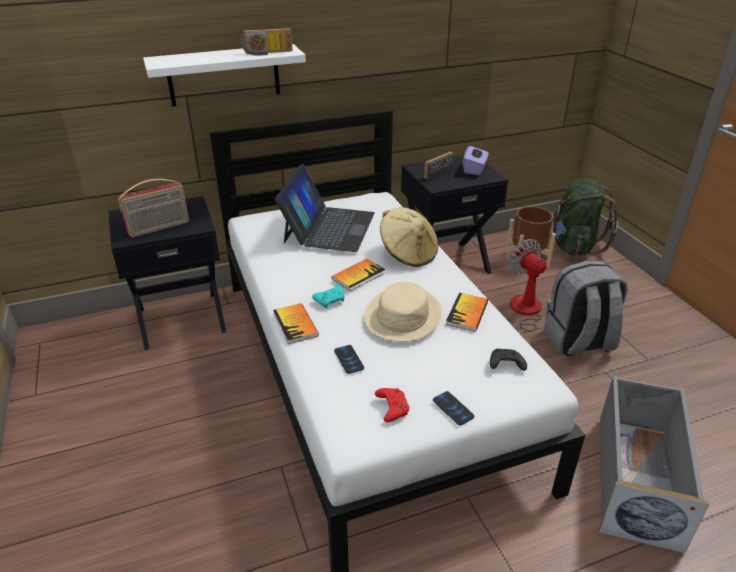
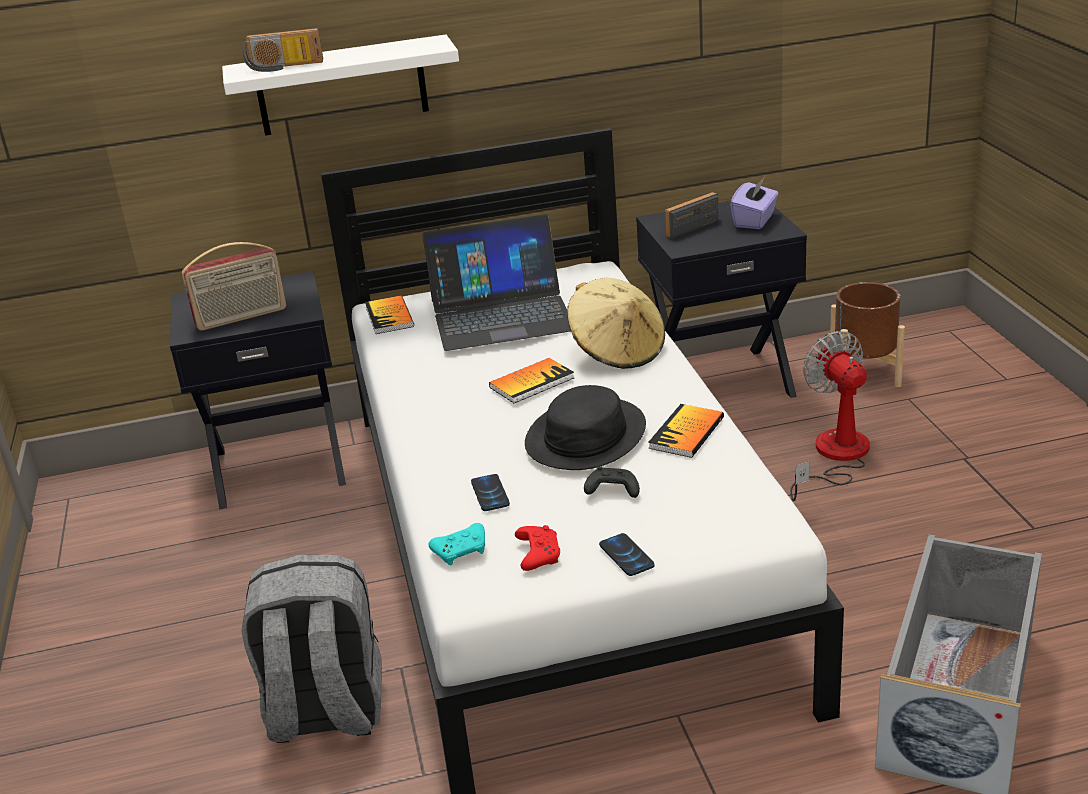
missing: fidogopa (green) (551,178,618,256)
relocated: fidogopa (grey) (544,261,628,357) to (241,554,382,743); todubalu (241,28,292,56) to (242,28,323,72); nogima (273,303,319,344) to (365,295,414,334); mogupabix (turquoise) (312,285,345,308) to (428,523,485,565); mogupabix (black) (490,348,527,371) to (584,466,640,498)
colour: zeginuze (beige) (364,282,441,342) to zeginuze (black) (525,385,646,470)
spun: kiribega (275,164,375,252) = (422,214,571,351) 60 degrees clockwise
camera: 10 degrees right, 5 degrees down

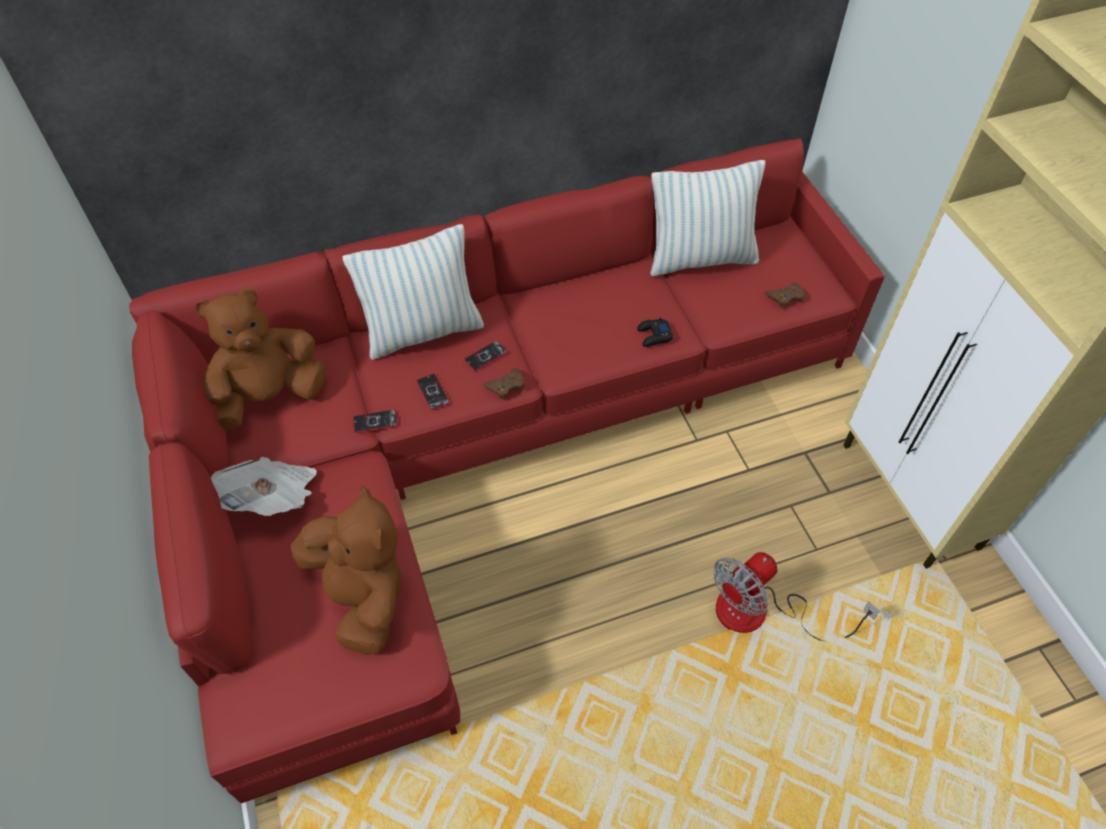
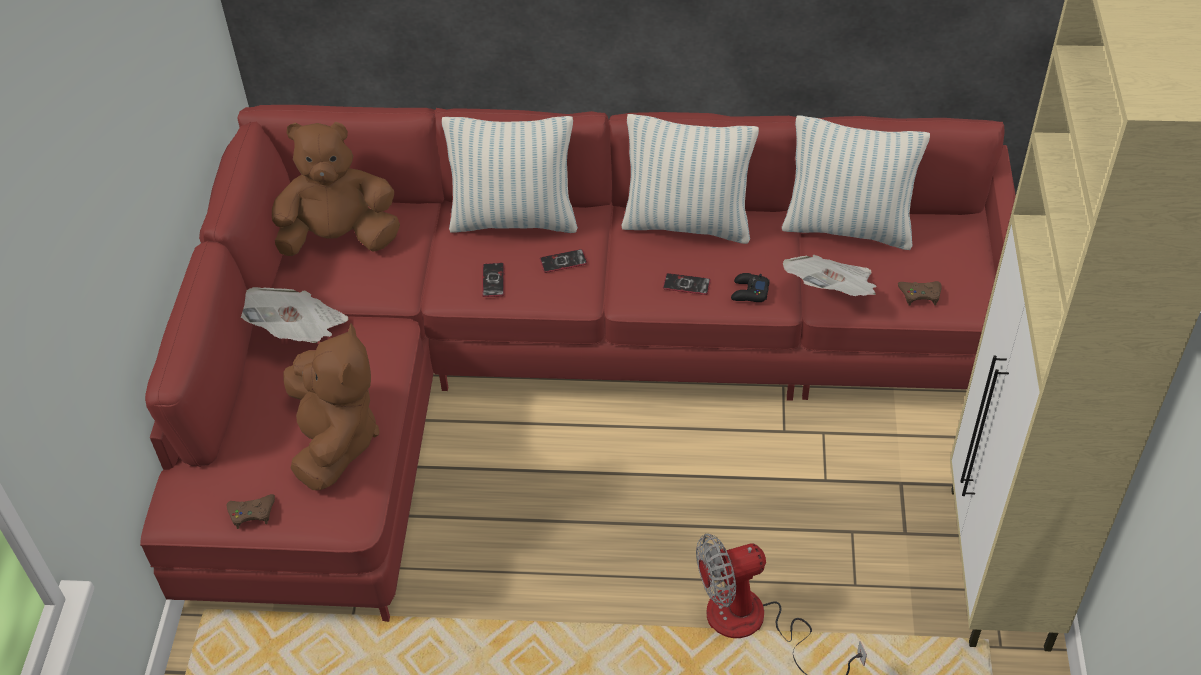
appeared: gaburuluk (621,114,759,244); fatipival (783,255,876,296)
relocated: mogupabix (brown) (484,368,525,400) to (227,494,275,529); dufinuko (353,410,398,433) to (663,273,711,295)
camera: 25 degrees right, 5 degrees down

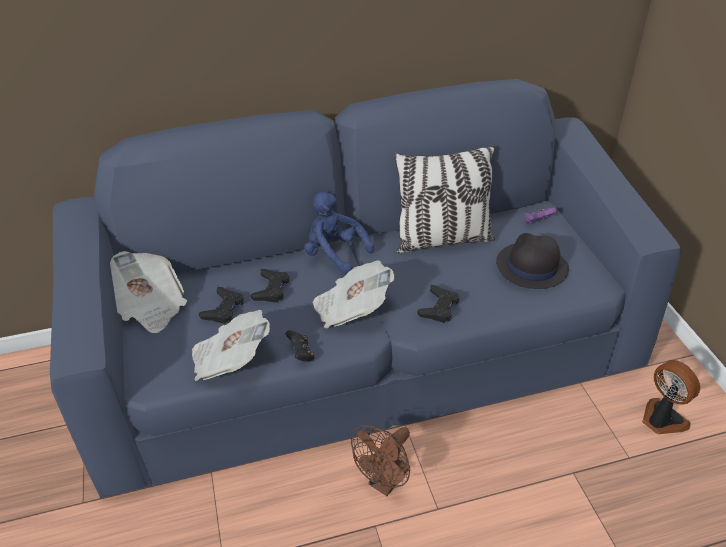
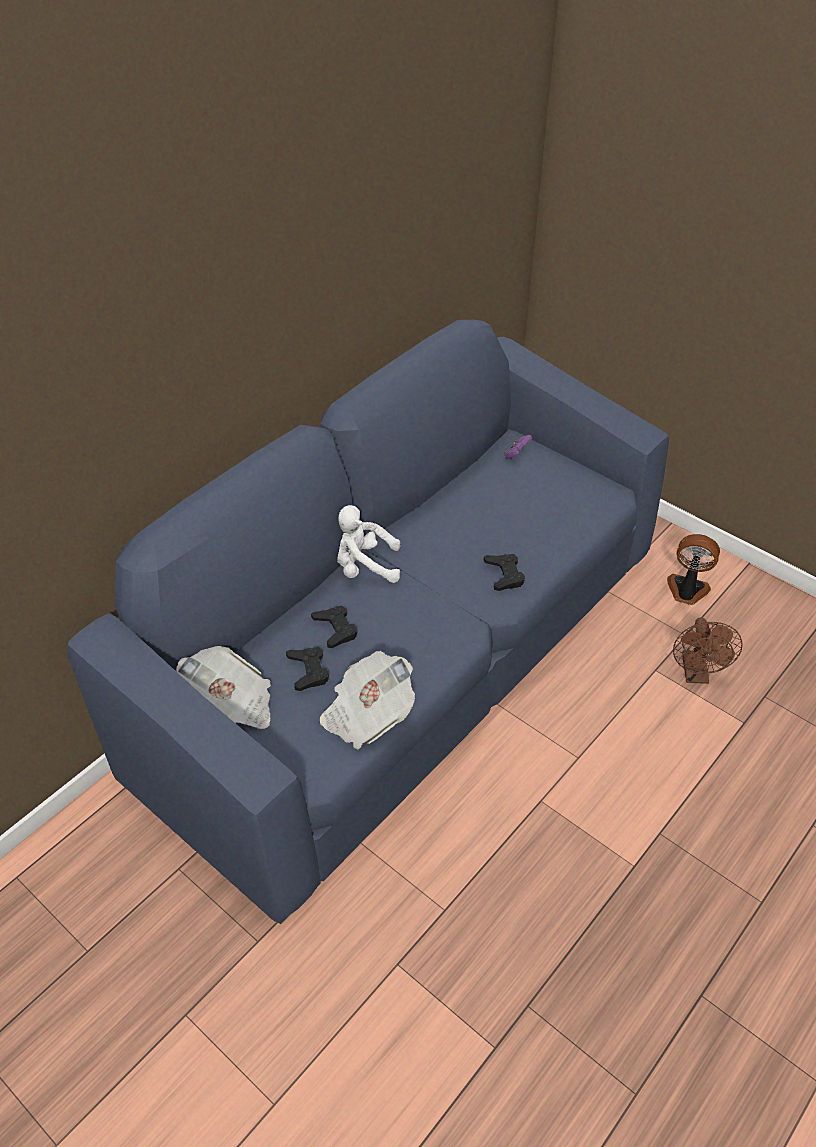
missing: mogupabix (black) (285,330,315,362); fatipival (313,261,394,329); gaburuluk (394,145,495,253); zeginuze (black) (496,233,569,289)
relocated: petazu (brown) (351,425,410,496) to (673,617,743,684)
colour: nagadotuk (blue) (304,192,374,275) to nagadotuk (white) (337,505,400,583)
camera: 35 degrees left, 5 degrees up

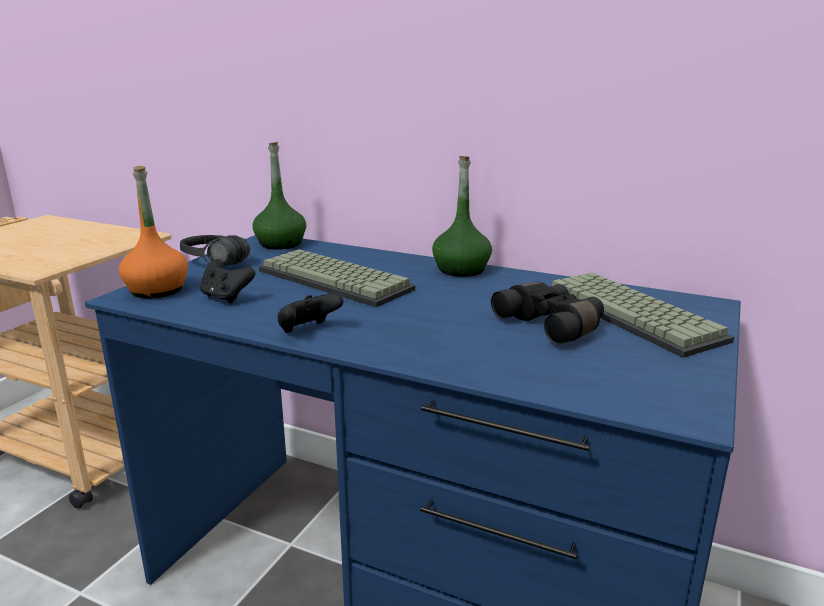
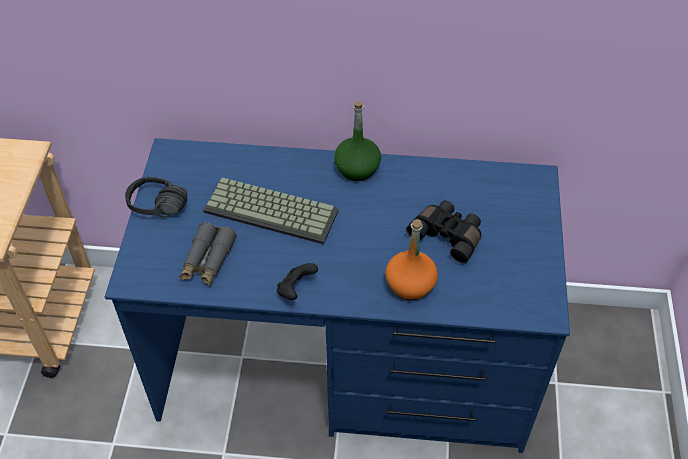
missing: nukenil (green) (253,142,306,250); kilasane (549,273,734,358)
relocated: nukenil (orange) (119,166,188,298) to (385,219,438,300)
exchanged: mogupabix (black) (200,259,255,304) to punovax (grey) (180,223,237,286)
camera: 20 degrees left, 30 degrees up

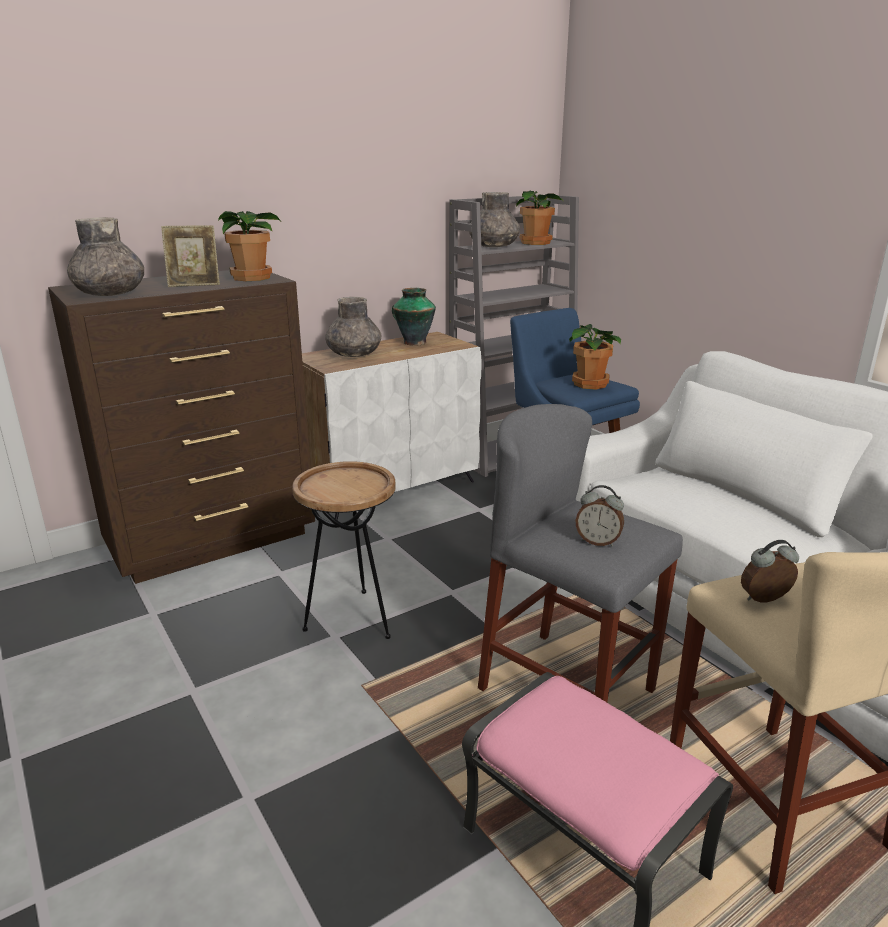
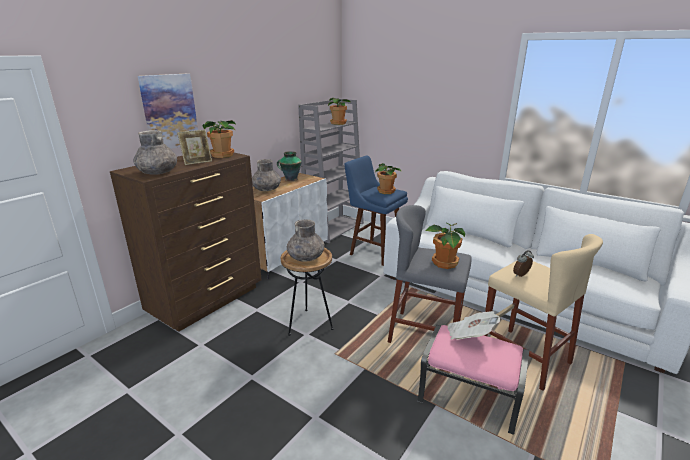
appeared: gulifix (138,73,198,149); fatipival (447,311,500,340)
relocated: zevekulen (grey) (469,192,520,247) to (287,219,325,262)
exchanged: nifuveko (575,485,624,546) to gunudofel (426,222,465,269)
camera: 20 degrees left, 0 degrees up

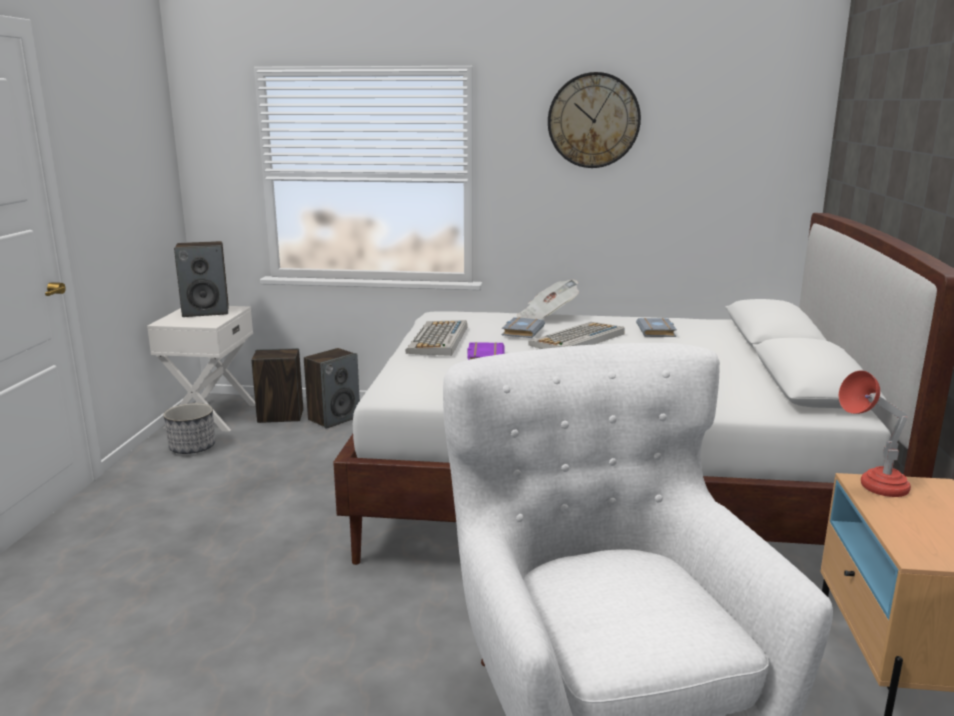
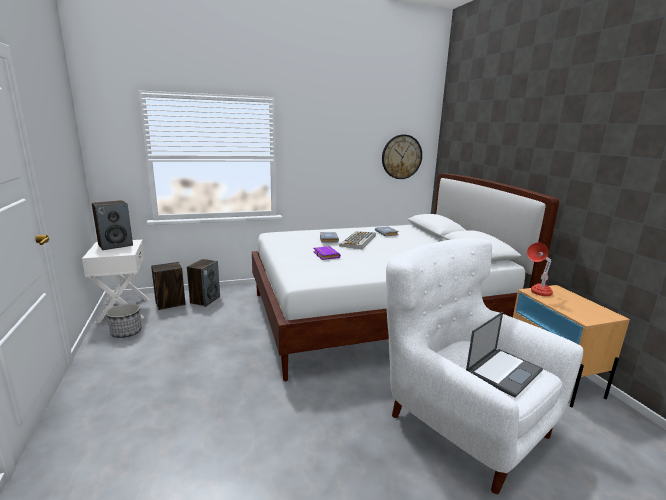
missing: kilasane (405,320,467,356); fatipival (517,280,579,319)
appeared: kiribega (466,312,543,398)
relocated: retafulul (548,72,641,168) to (382,134,422,179)
camera: 25 degrees left, 0 degrees up

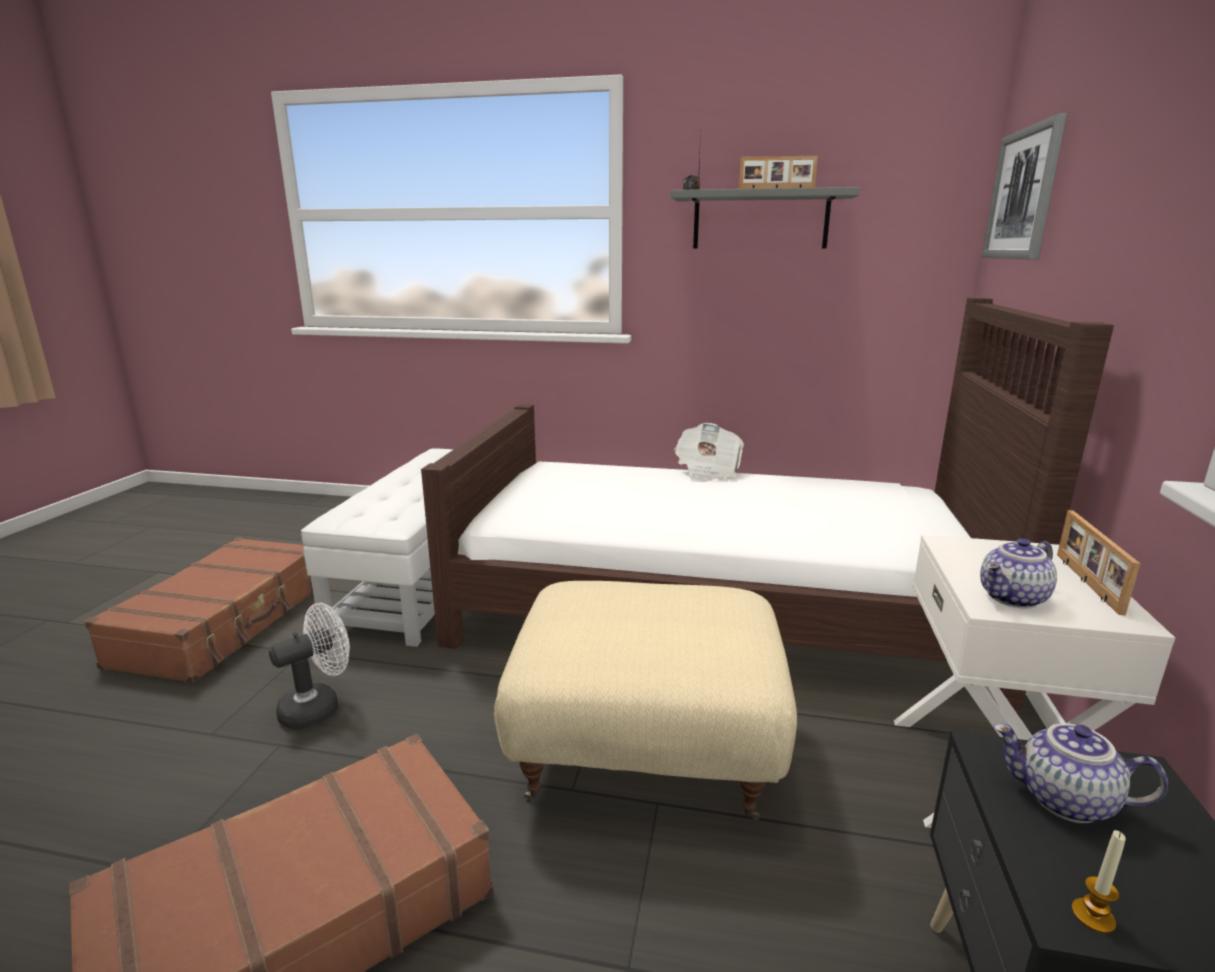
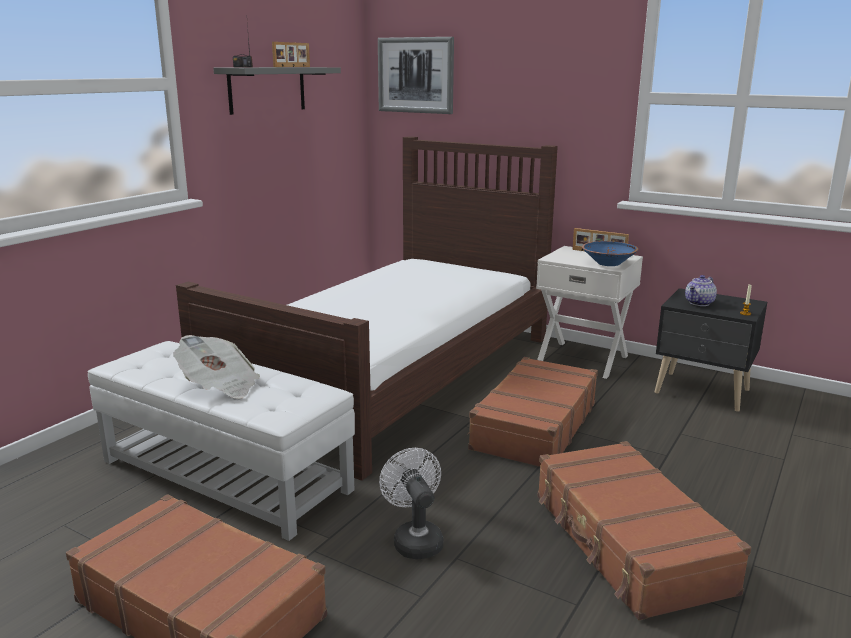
relocated: fatipival (674,423,744,482) to (173,335,260,399)
exchanged: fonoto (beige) (494,581,797,820) to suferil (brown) (468,357,598,467); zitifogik (980,538,1057,609) to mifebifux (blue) (582,241,638,266)
camera: 70 degrees left, 0 degrees up

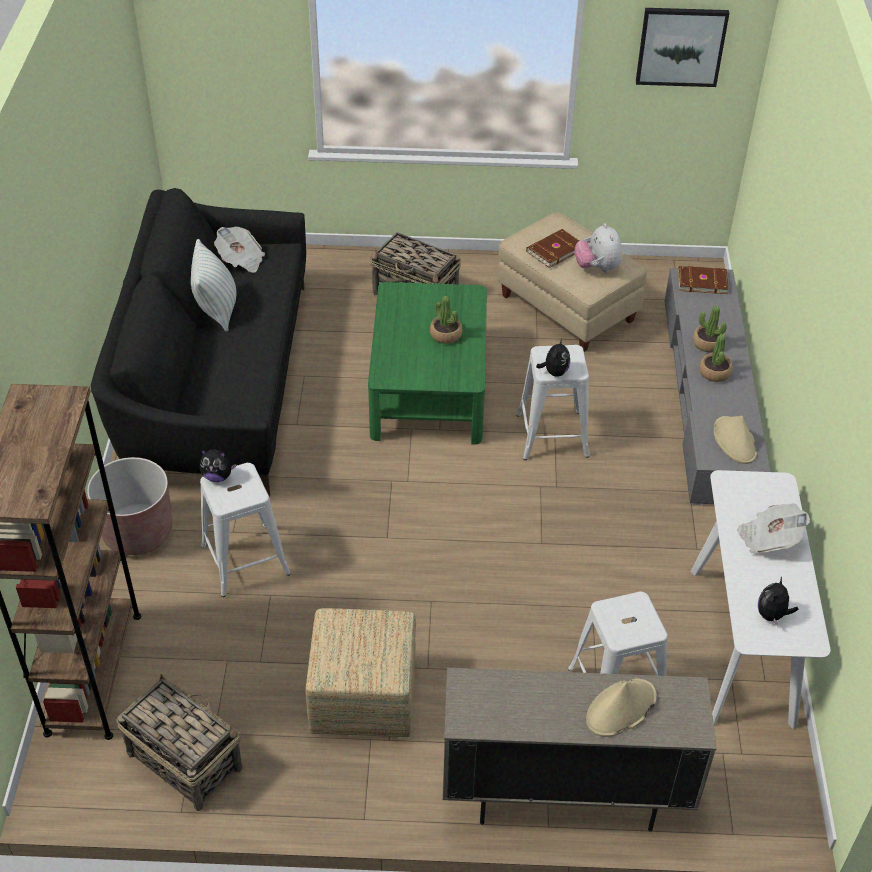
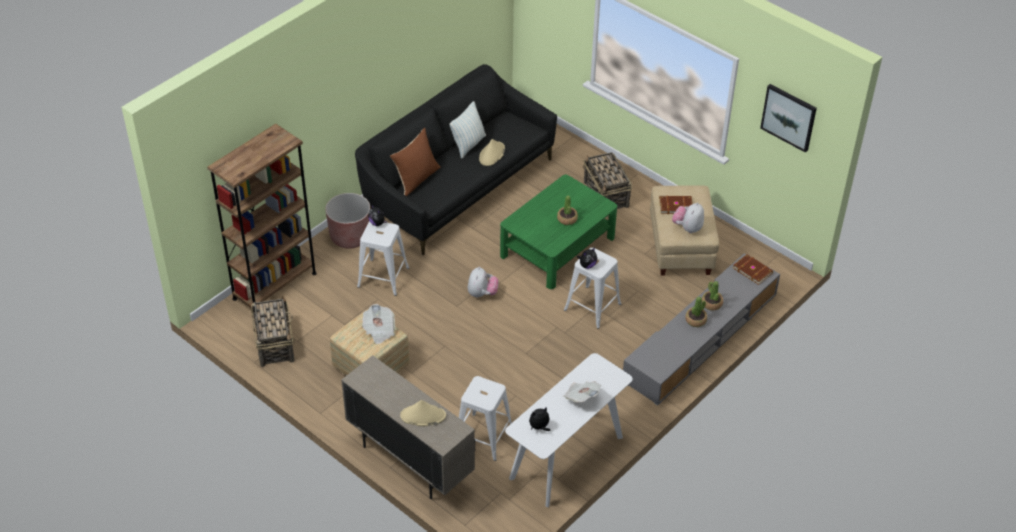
appeared: gaburuluk (brown) (390,128,441,196); nagadotuk (468,267,499,298)
relocated: fatipival (214,227,265,273) to (362,304,395,344); zeginuze (beige) (714,416,757,464) to (479,139,505,166)
camera: 40 degrees right, 0 degrees up

